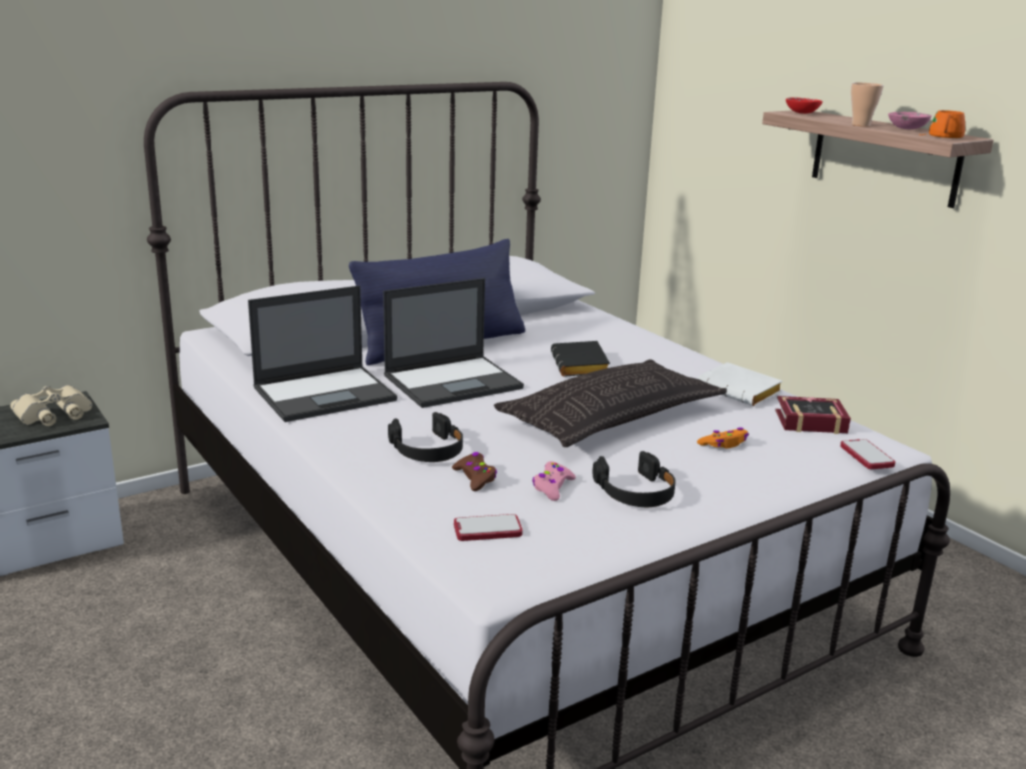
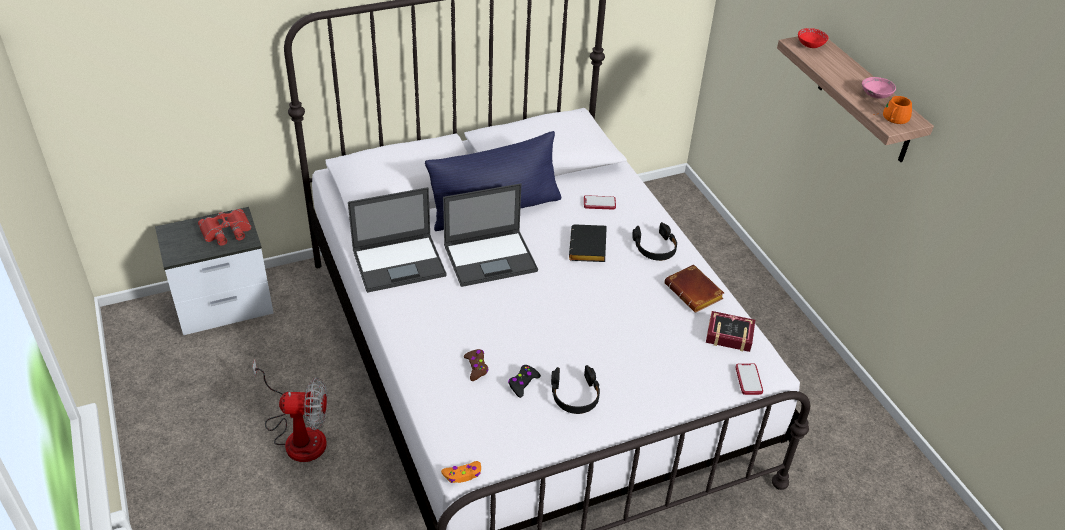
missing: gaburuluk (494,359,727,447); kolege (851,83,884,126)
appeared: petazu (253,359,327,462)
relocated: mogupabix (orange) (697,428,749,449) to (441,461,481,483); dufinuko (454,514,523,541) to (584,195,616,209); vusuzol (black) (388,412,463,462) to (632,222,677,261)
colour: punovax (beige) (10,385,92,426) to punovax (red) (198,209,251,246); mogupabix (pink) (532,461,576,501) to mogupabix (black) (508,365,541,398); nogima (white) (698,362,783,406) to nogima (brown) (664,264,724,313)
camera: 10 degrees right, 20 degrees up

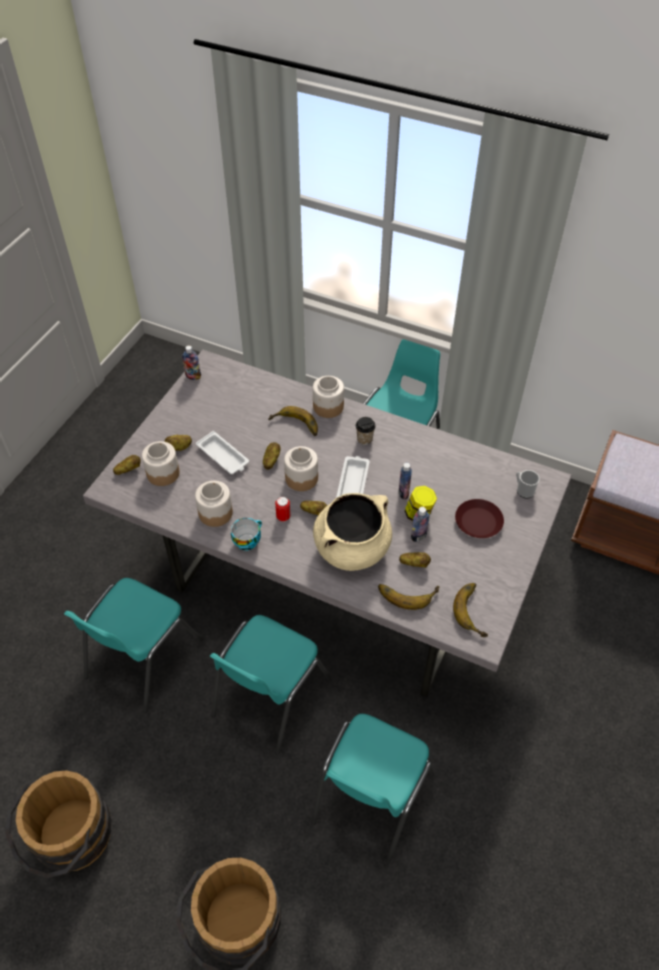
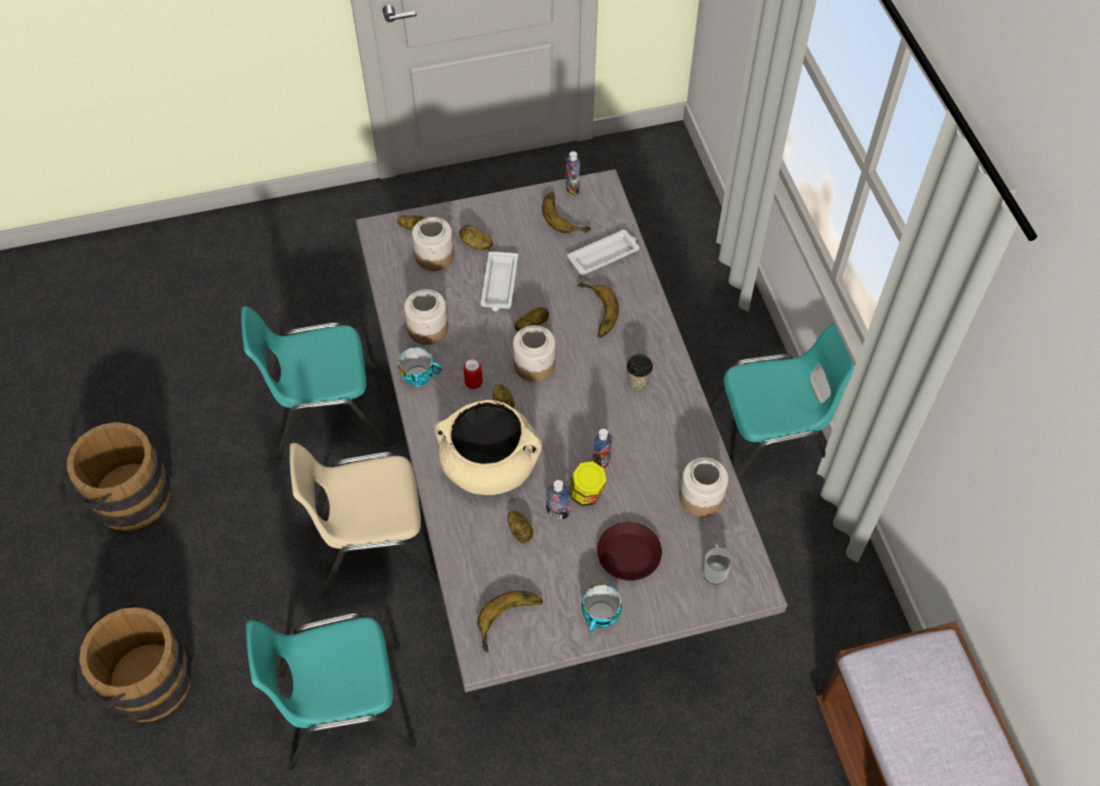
appeared: kolege (581,584,622,632)
relocated: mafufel (378,584,439,610) to (542,192,591,233); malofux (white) (336,456,370,498) to (567,230,639,275); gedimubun (313,376,344,418) to (679,457,729,517)
colour: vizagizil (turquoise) (210,615,331,755) to vizagizil (beige) (290,443,439,596)
camera: 50 degrees right, 5 degrees up

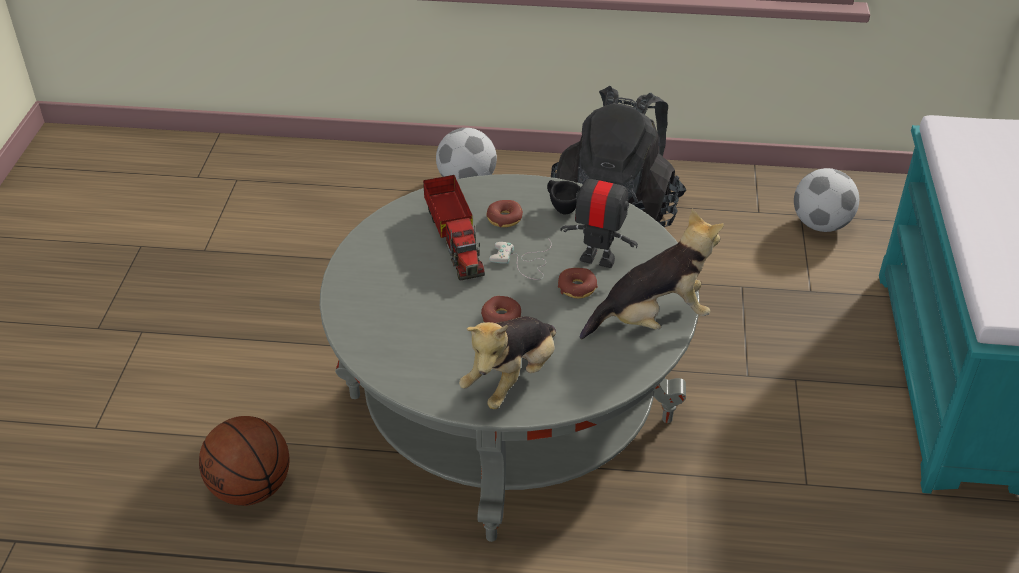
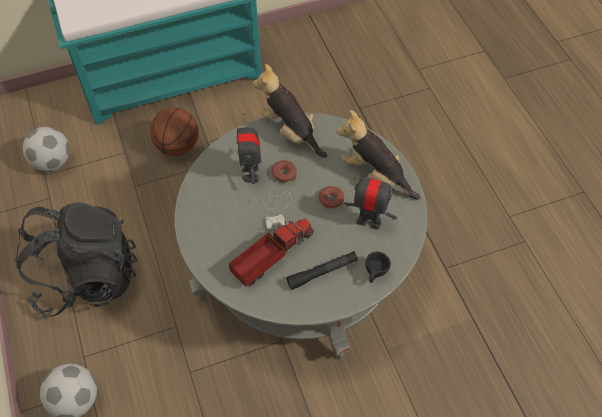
missing: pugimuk (487,200,523,227)
appeared: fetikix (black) (286,251,358,290); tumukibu (343,173,398,230)
relocated: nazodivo (199,416,290,506) to (150,108,199,156); kolege (black) (547,180,581,214) to (365,252,391,283)
spun: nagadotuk (459,316,556,409) = (336,110,420,200) 150 degrees counterclockwise
camera: 115 degrees left, 15 degrees up

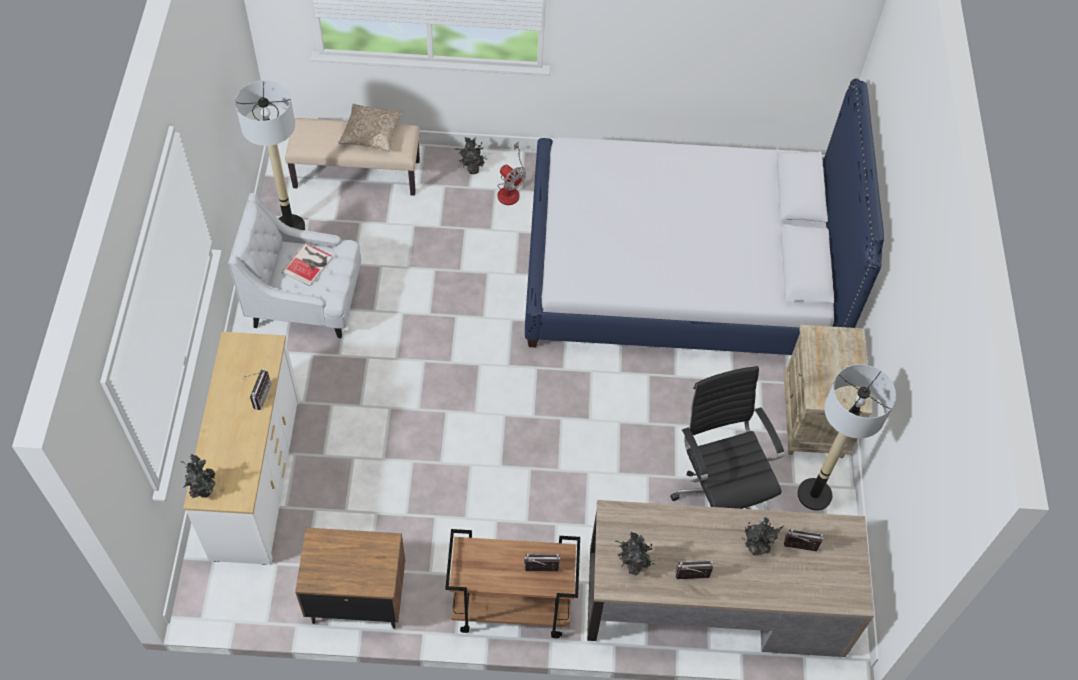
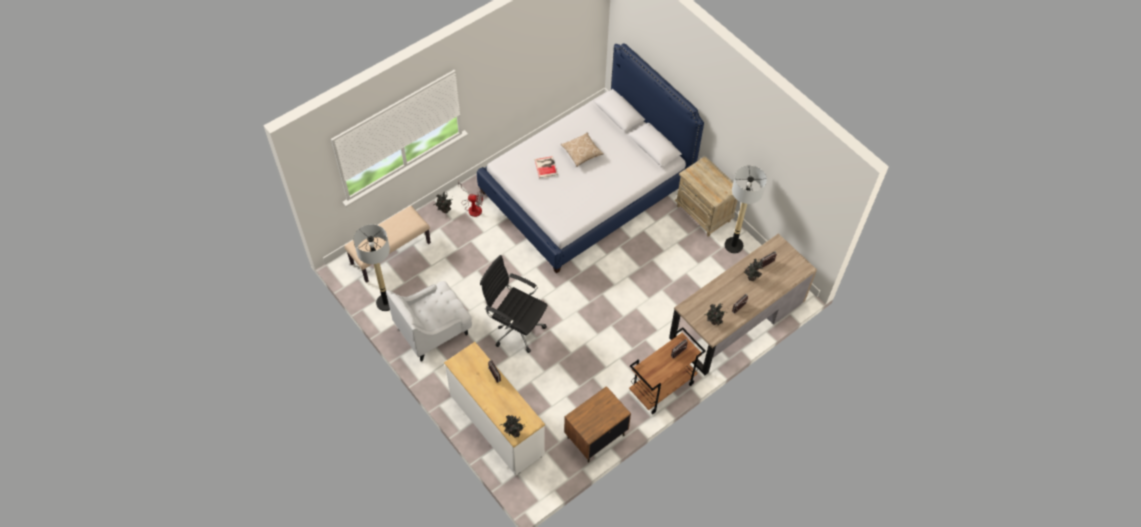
relocated: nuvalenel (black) (670,366,784,509) to (480,255,547,353); nogima (282,243,333,286) to (535,156,558,178); gaburuluk (338,104,402,152) to (561,133,604,167)
camera: 40 degrees left, 0 degrees up

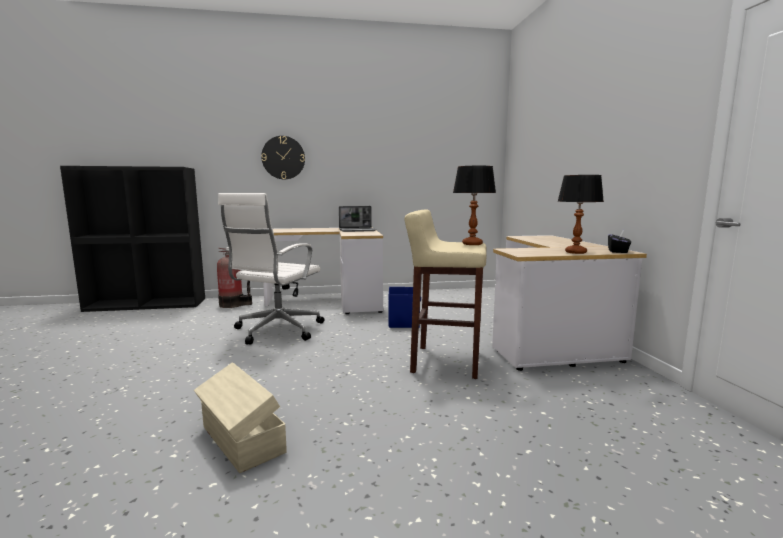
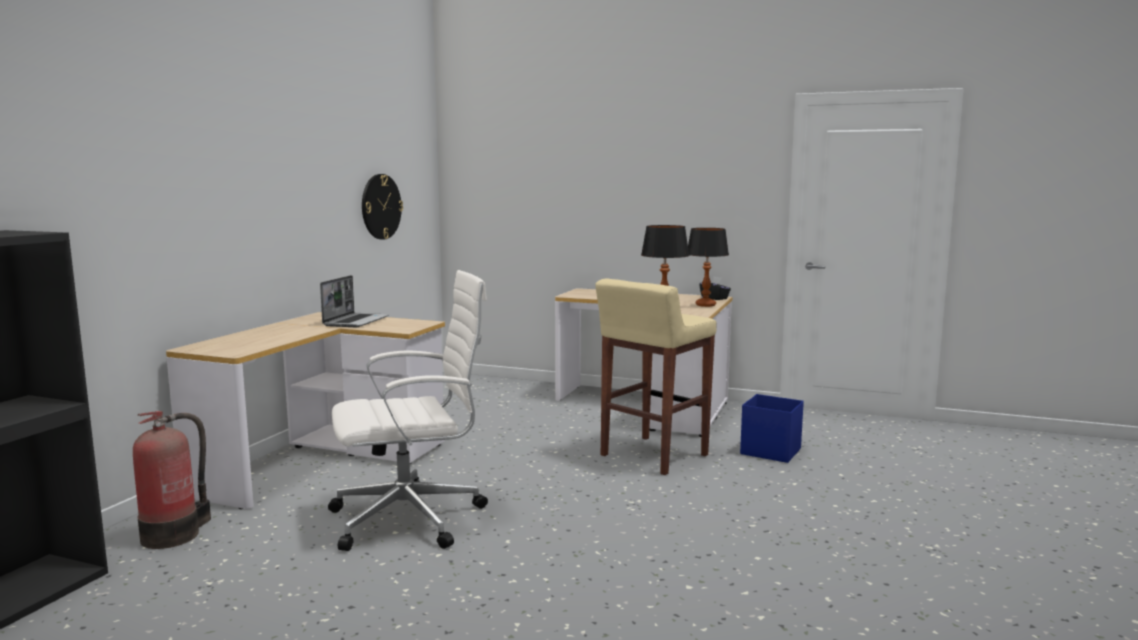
missing: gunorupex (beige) (194,362,287,473)
relocated: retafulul (261,136,305,180) to (362,174,403,240); gunorupex (blue) (389,287,421,328) to (740,394,804,463)
spun: nuvalenel (white) (218,193,325,345) = (328,270,488,551) 75 degrees counterclockwise
camera: 60 degrees left, 0 degrees up

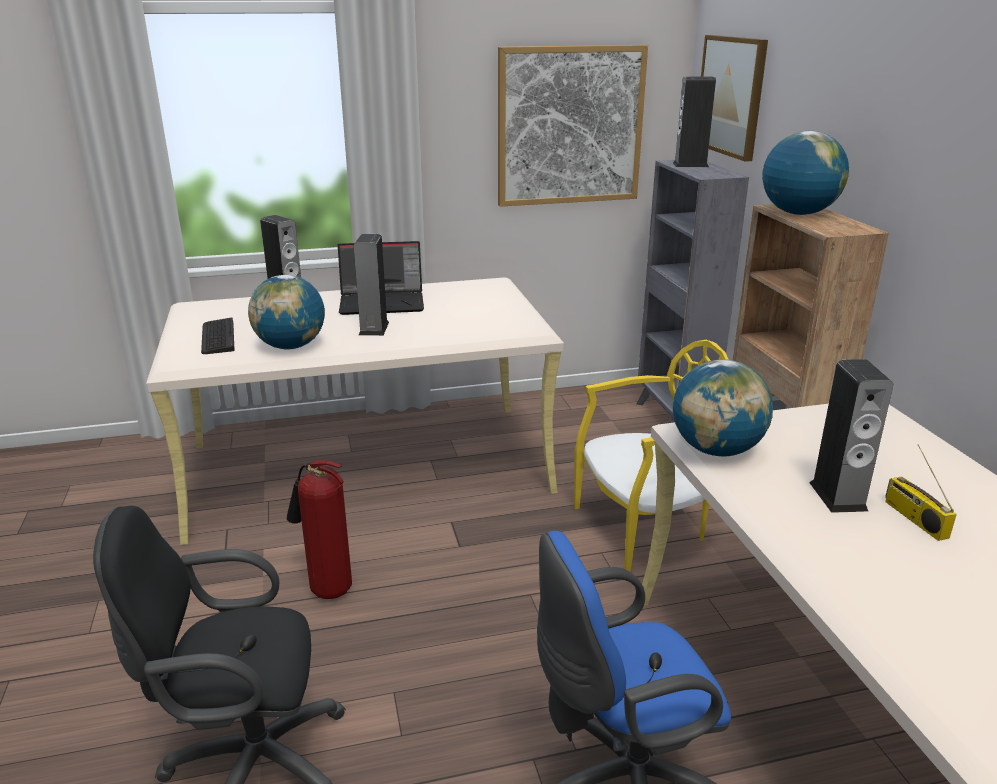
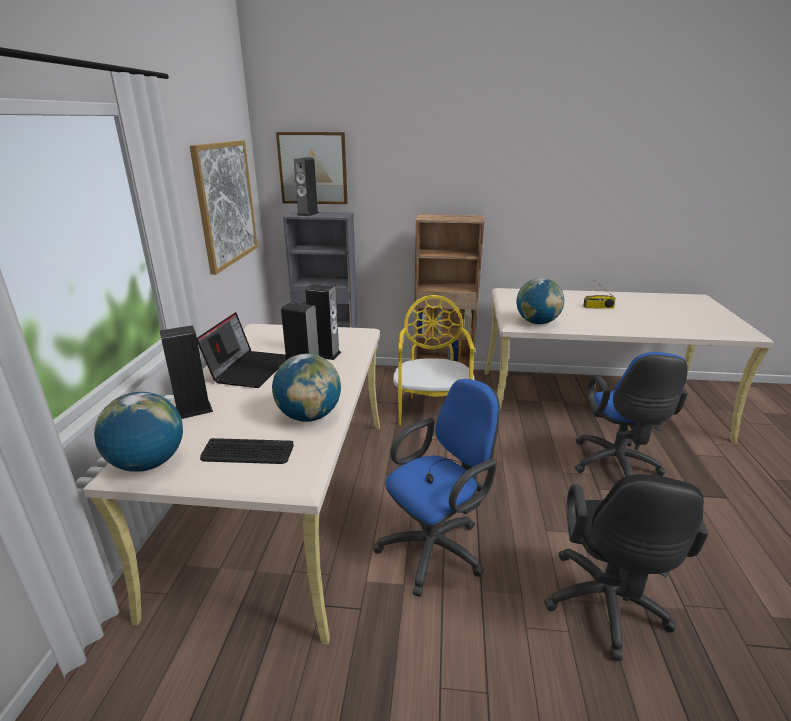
relocated: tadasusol (762,131,849,215) to (94,392,183,472); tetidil (809,359,893,513) to (305,285,341,360)
exchanged: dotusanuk (287,460,352,599) to nuvalenel (blue) (373,379,500,597)
camera: 70 degrees left, 0 degrees up

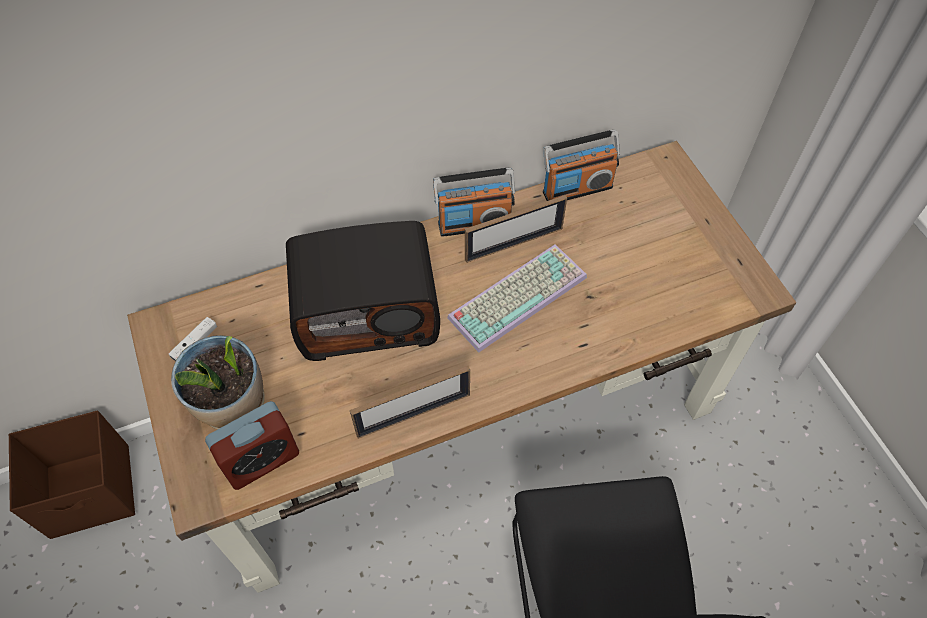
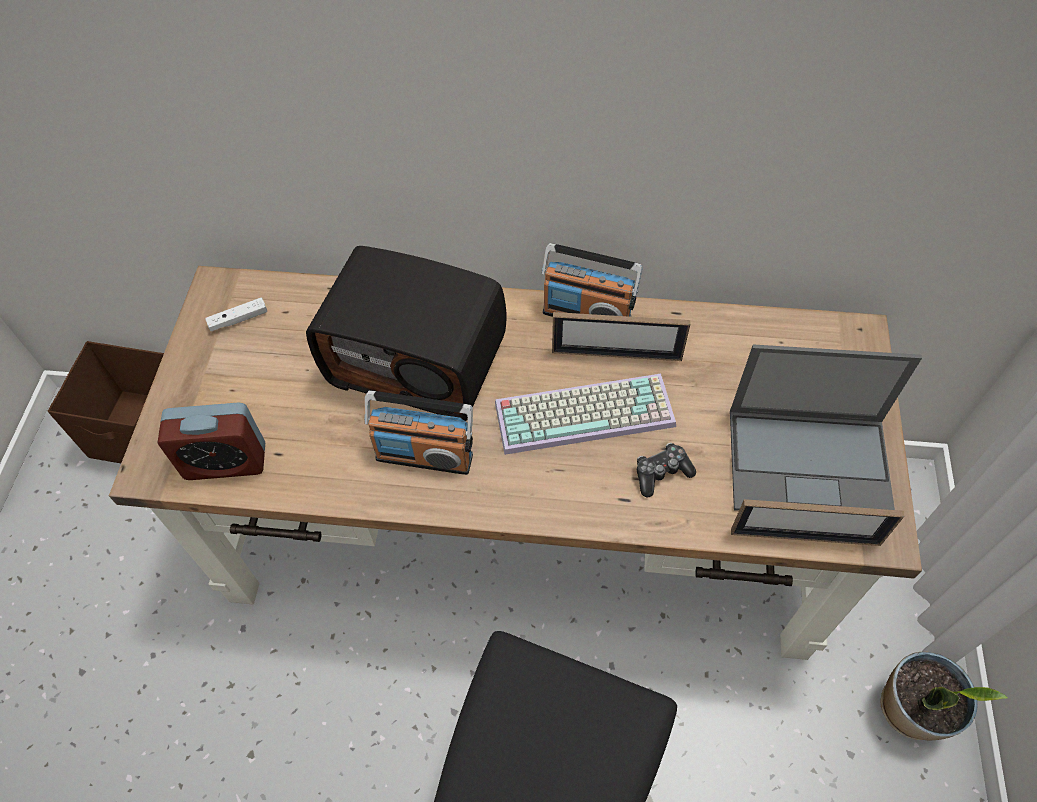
appeared: mogupabix (637,443,696,498); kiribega (730,344,922,511)
relocated: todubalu (543,129,620,201) to (365,390,473,475); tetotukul (350,366,470,439) to (731,499,904,546); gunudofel (171,335,265,429) to (880,652,1008,740)
camera: 30 degrees right, 0 degrees up

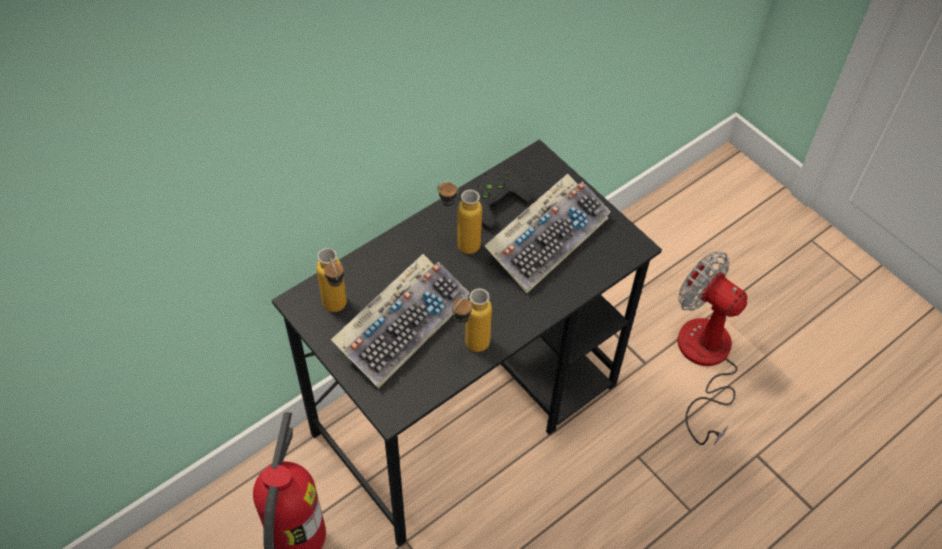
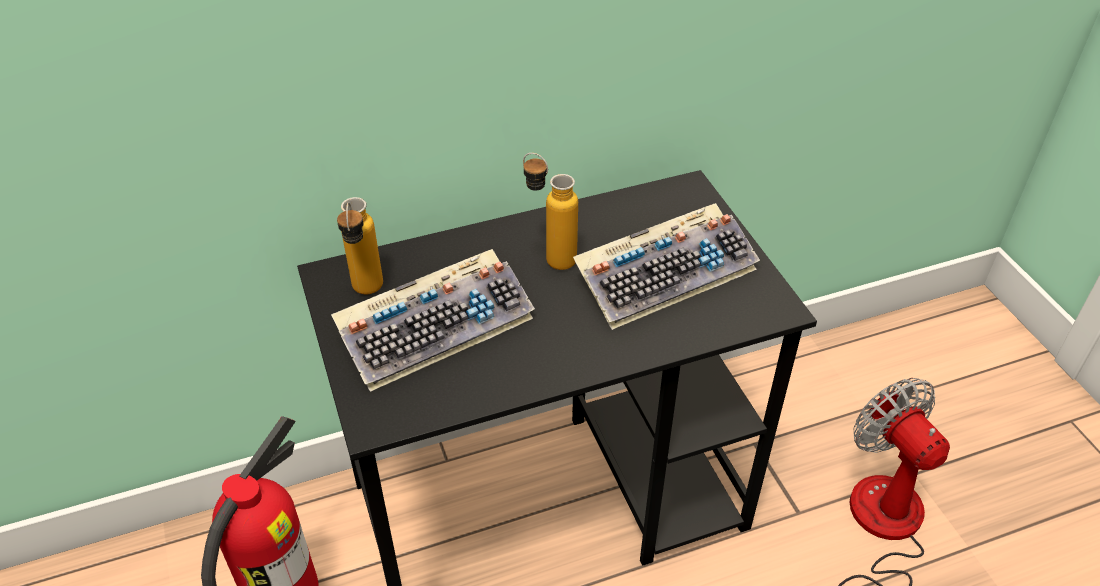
missing: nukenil (452,288,492,352); mogupabix (black) (460,167,534,230)
camera: 20 degrees right, 10 degrees down

